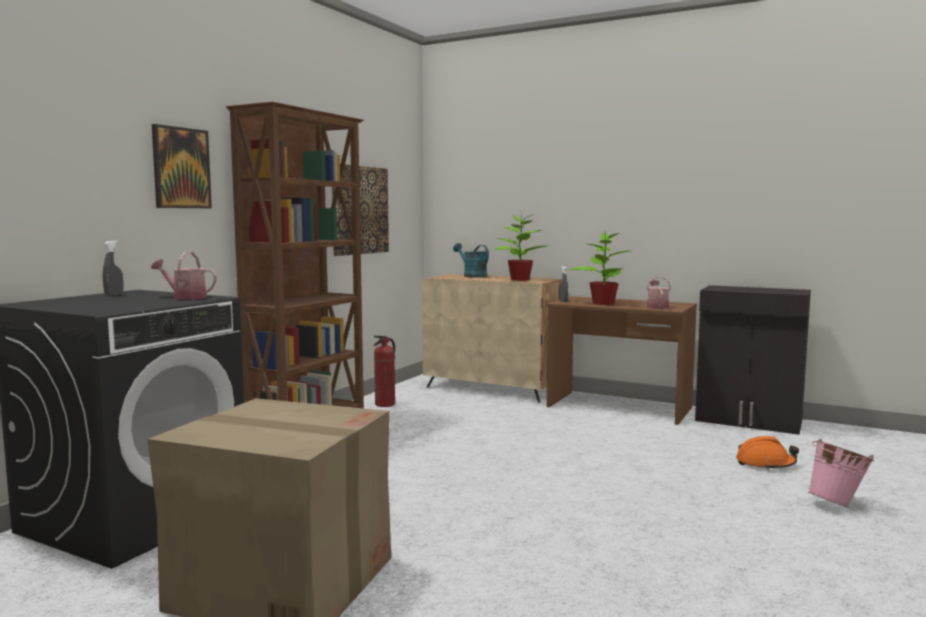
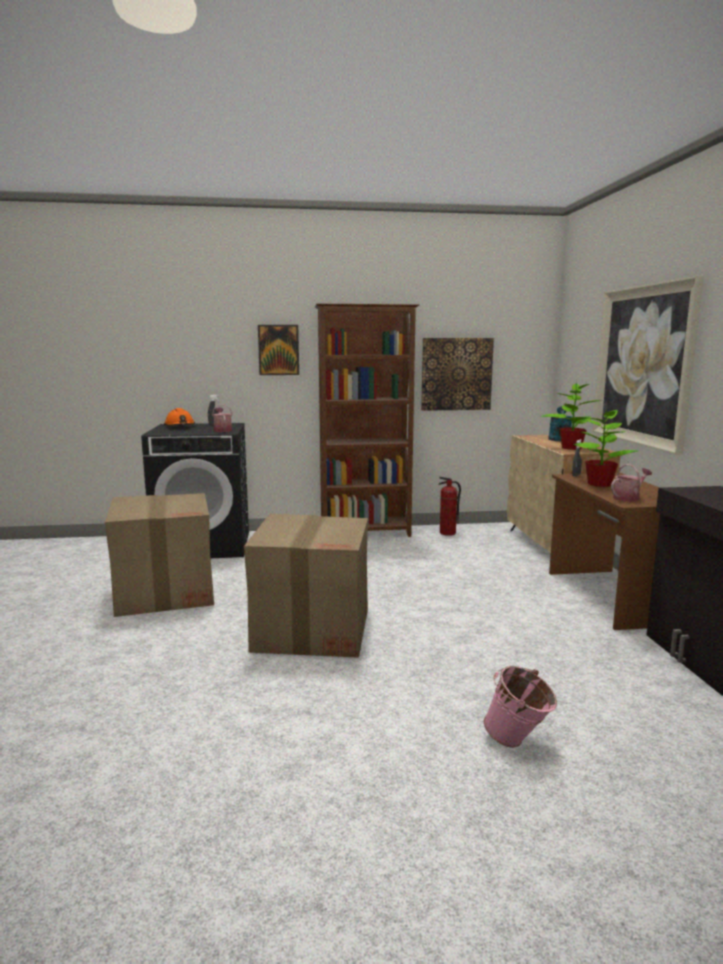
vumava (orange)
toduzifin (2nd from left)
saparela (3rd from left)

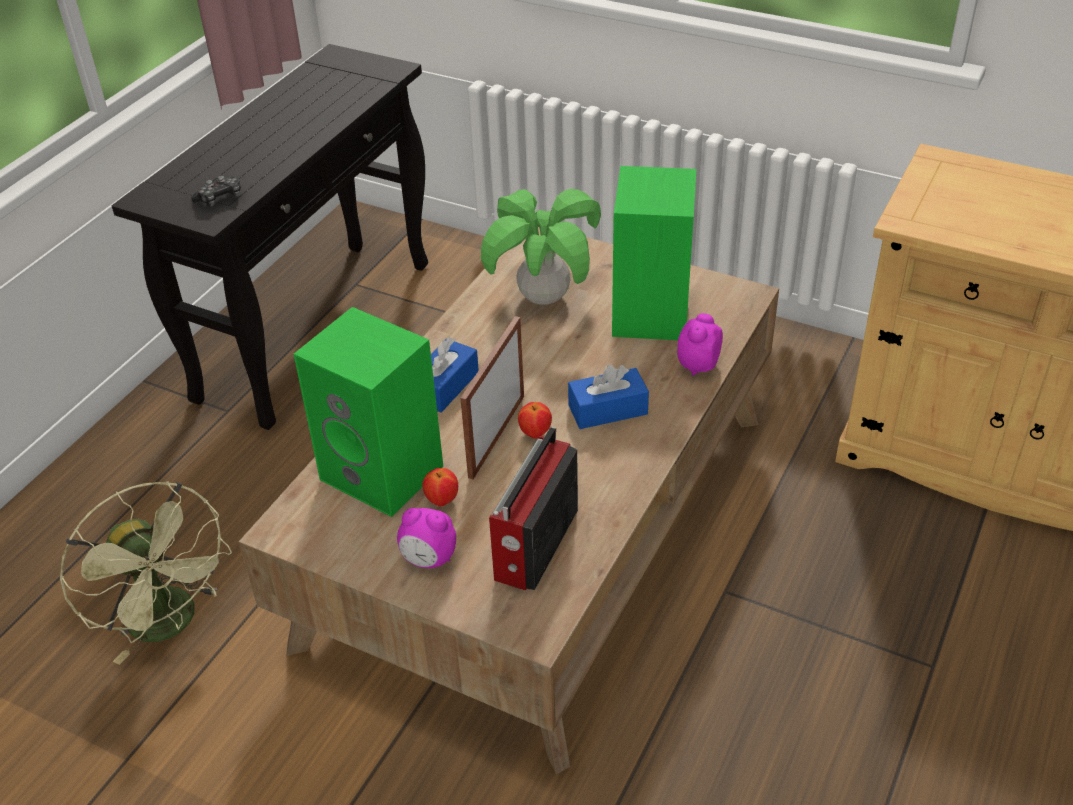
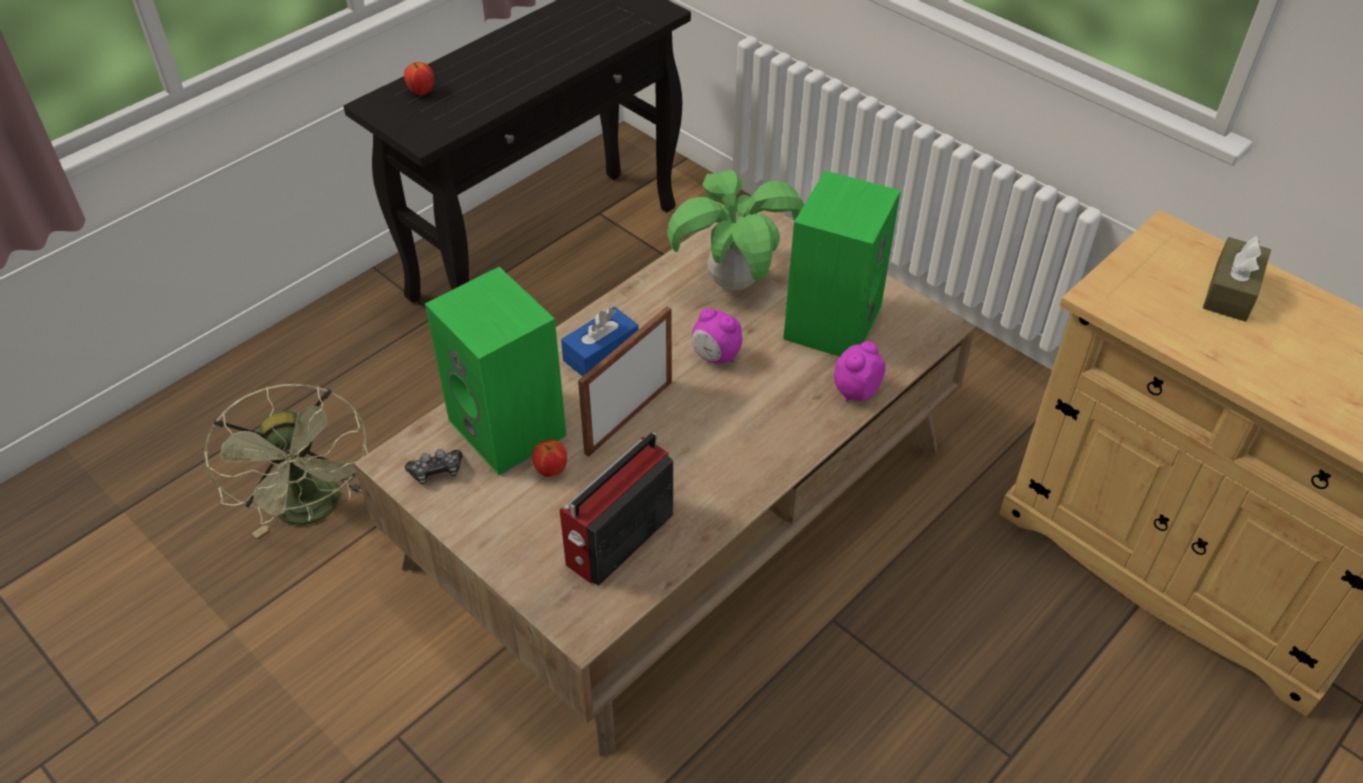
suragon
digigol (1st from left)
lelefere (1st from left)
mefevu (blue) (2nd from left in the first image)
mefevu (brown)

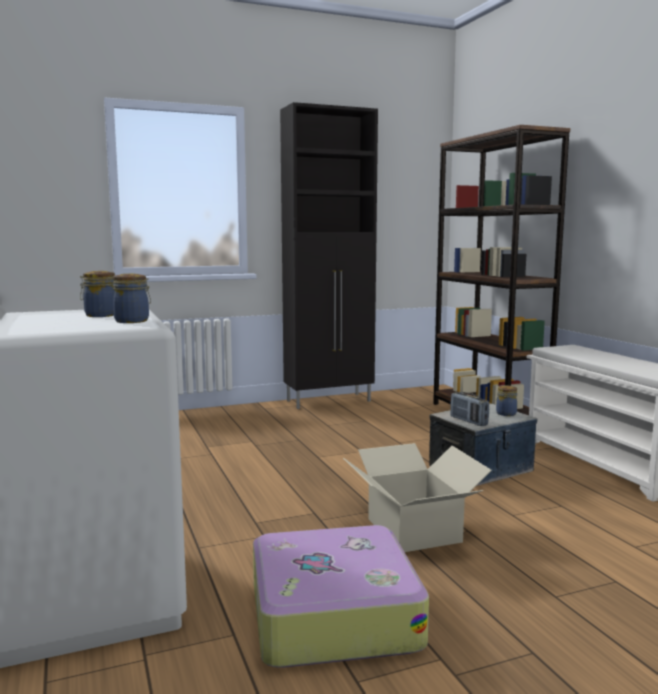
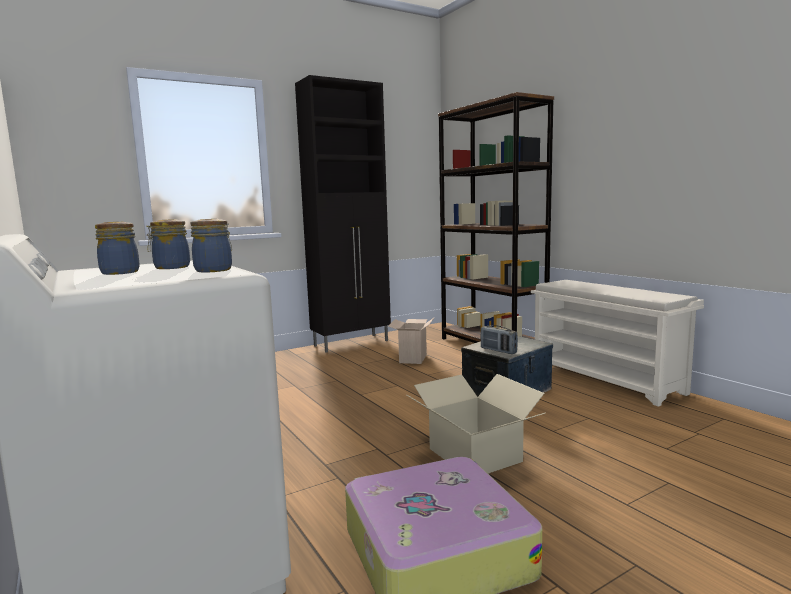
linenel (1st from left)
toduzifin (1st from left)

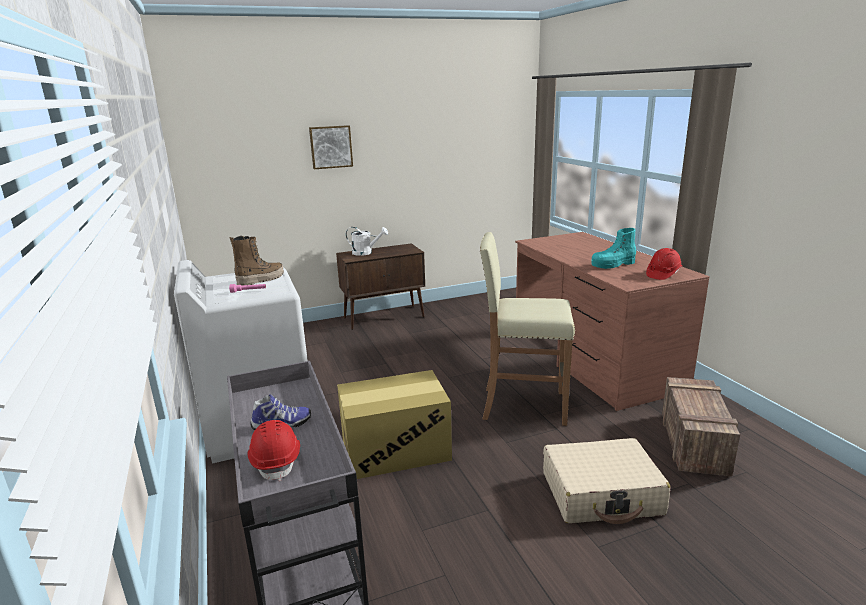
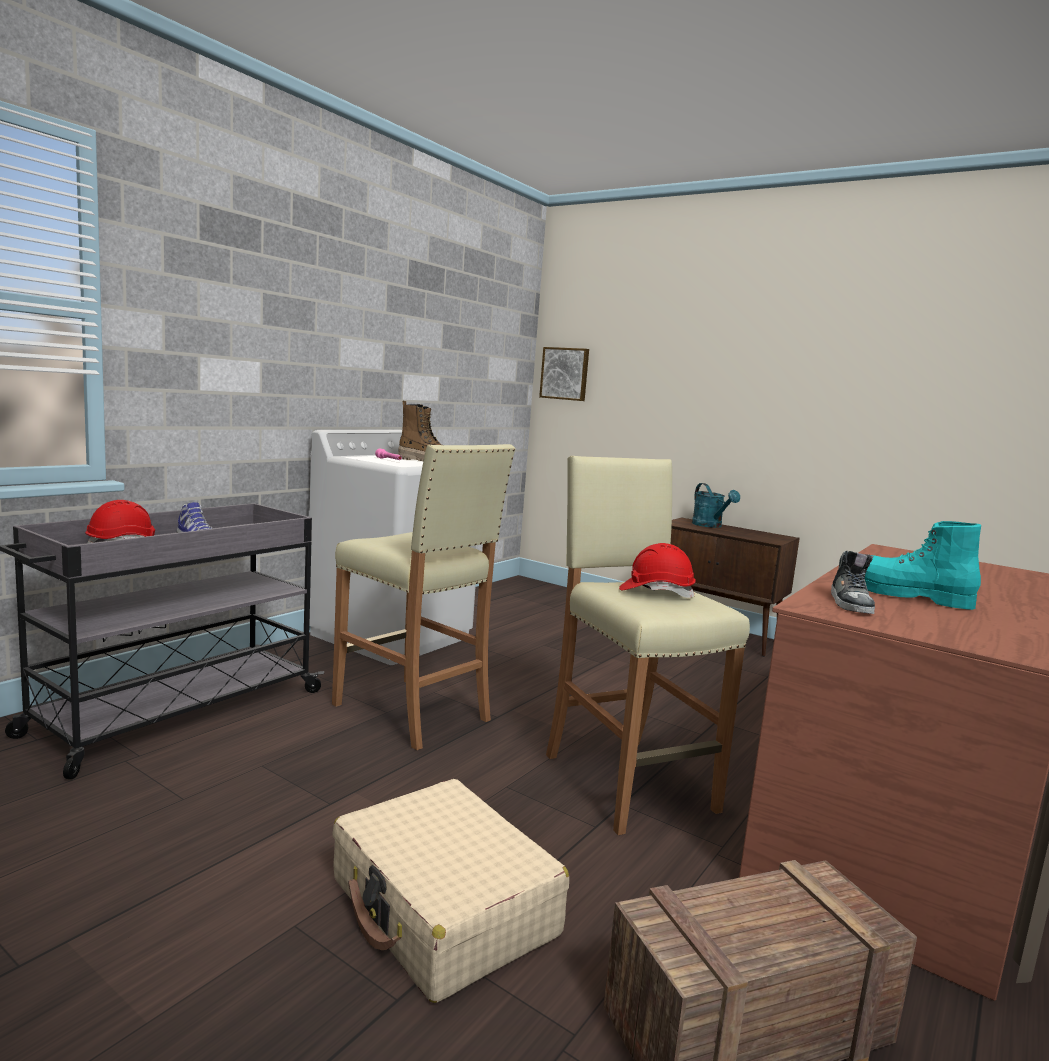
saparela
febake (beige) (1st from left)
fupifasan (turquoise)
vumava (red) (2nd from left)
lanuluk (2nd from left)

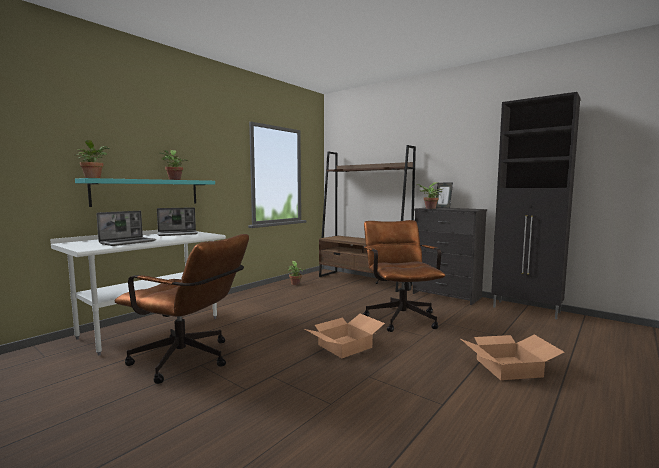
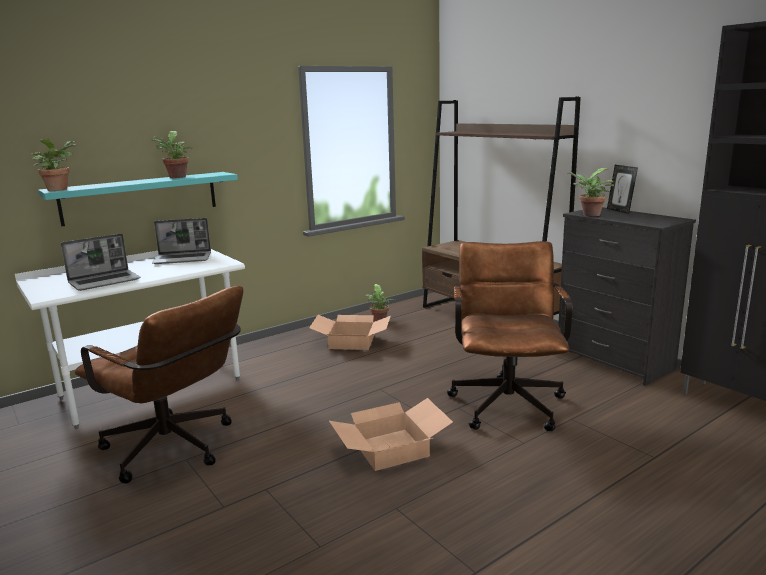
toduzifin (1st from left)

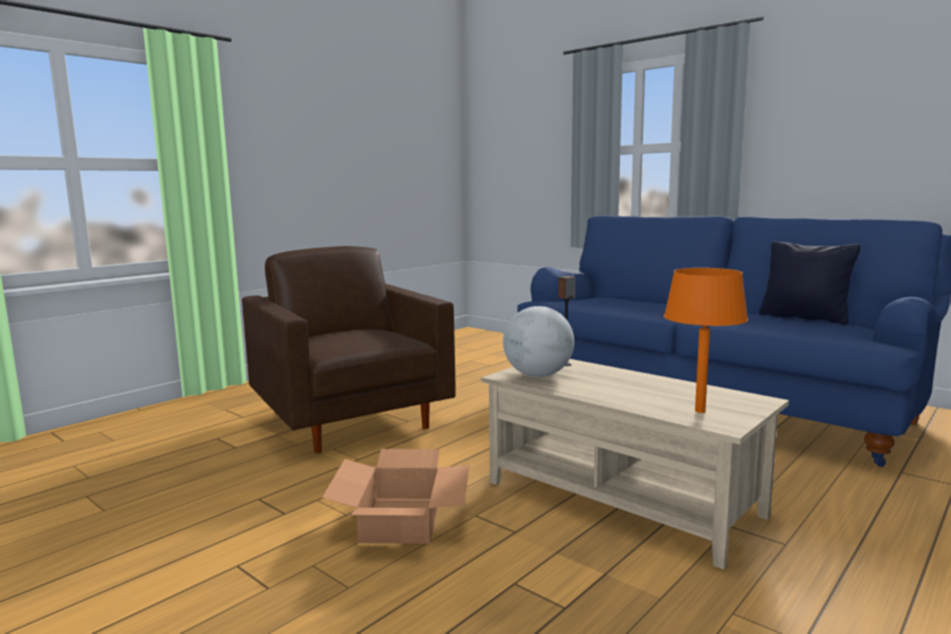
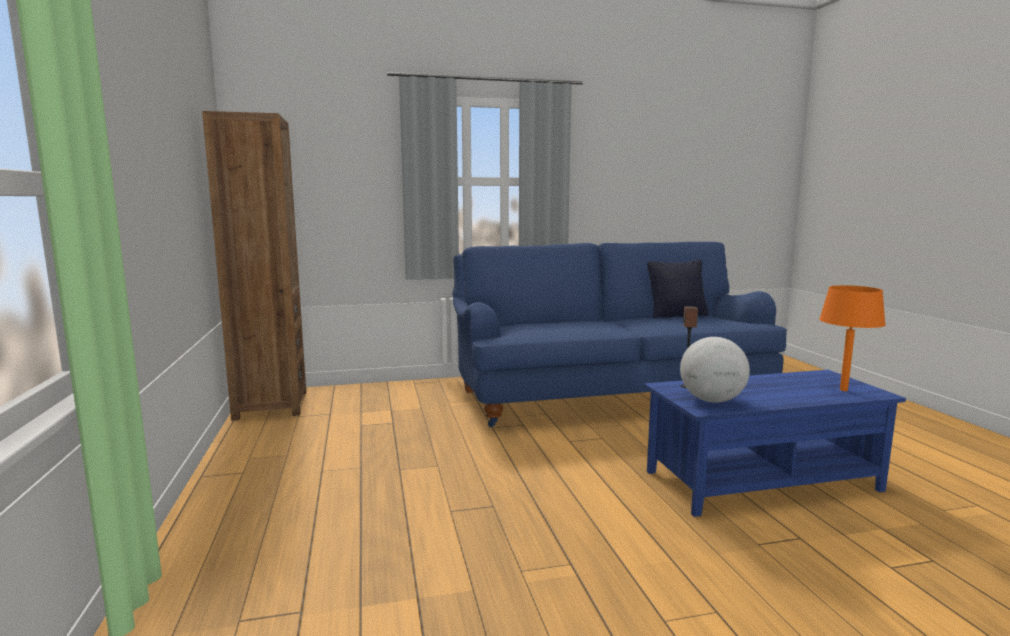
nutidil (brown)
toduzifin
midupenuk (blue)
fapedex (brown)

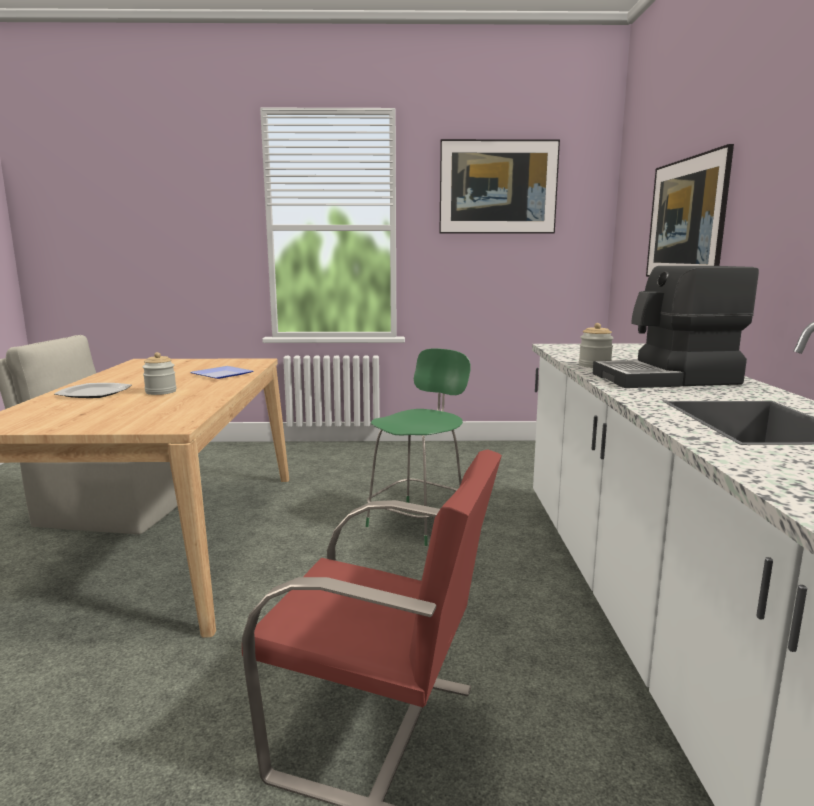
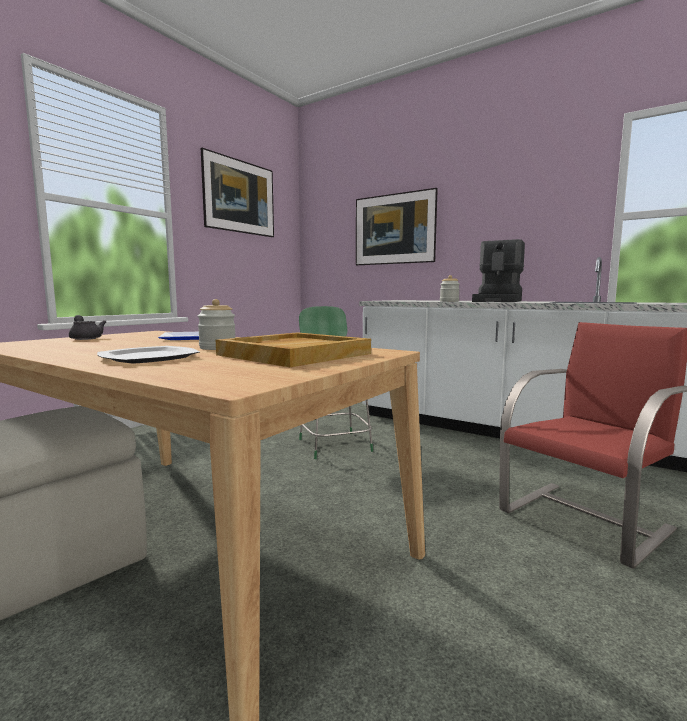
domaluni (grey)
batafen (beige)

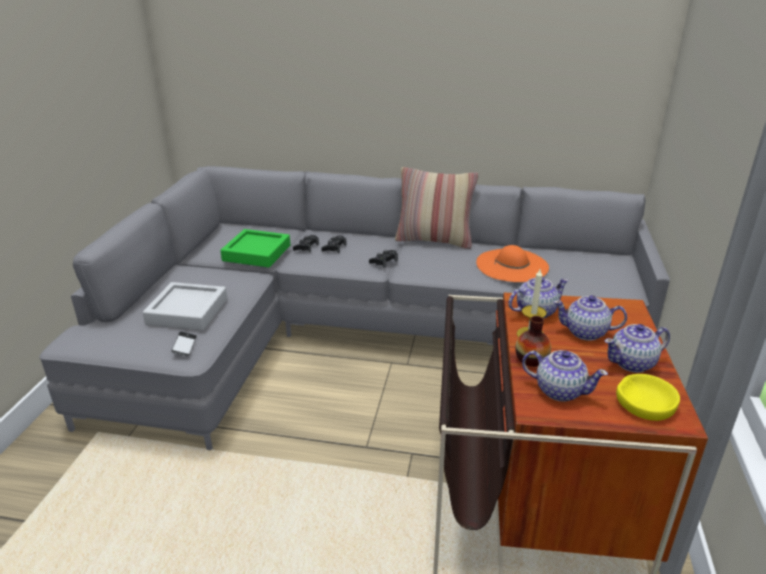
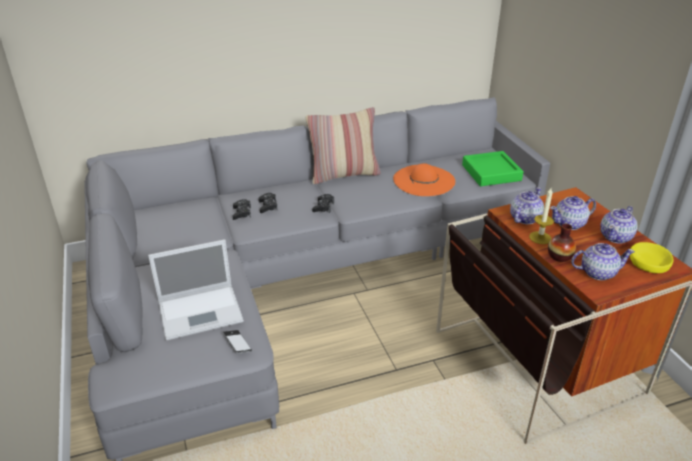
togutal
batafen (green)

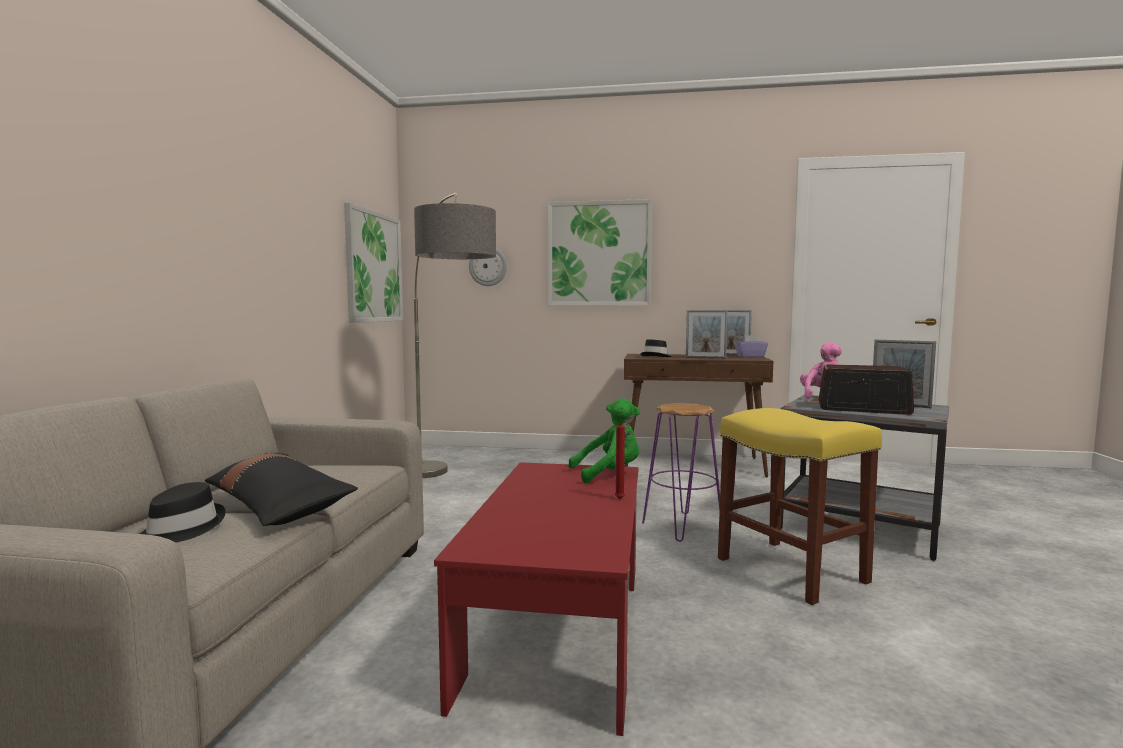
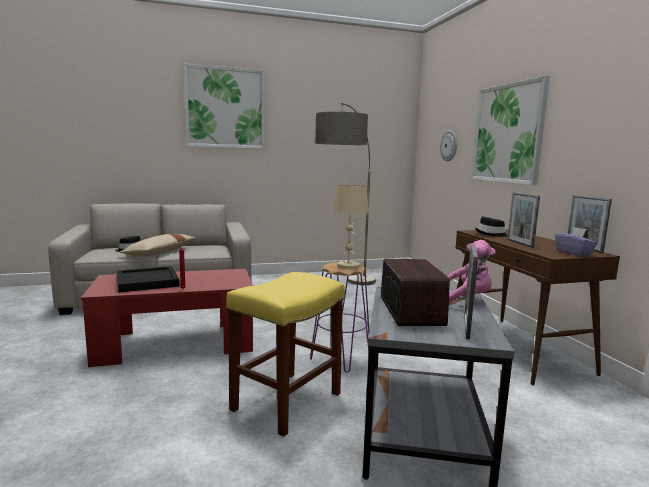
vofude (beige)
saparela (1st from left)
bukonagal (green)
batafen (black)
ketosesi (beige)

